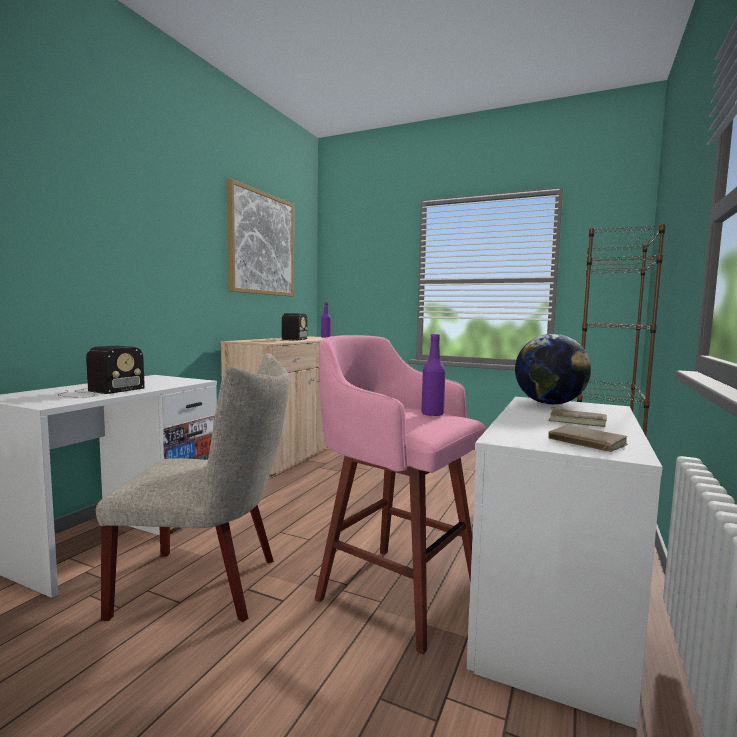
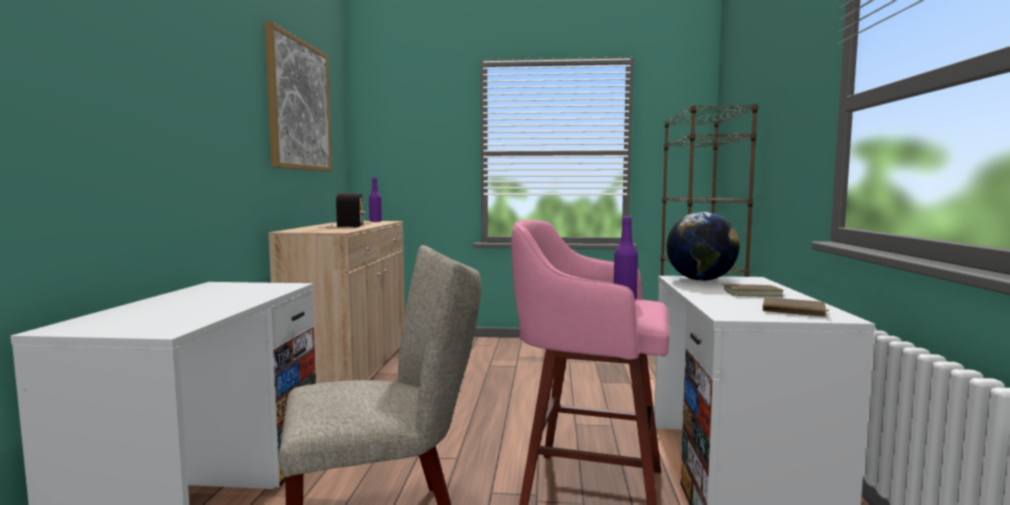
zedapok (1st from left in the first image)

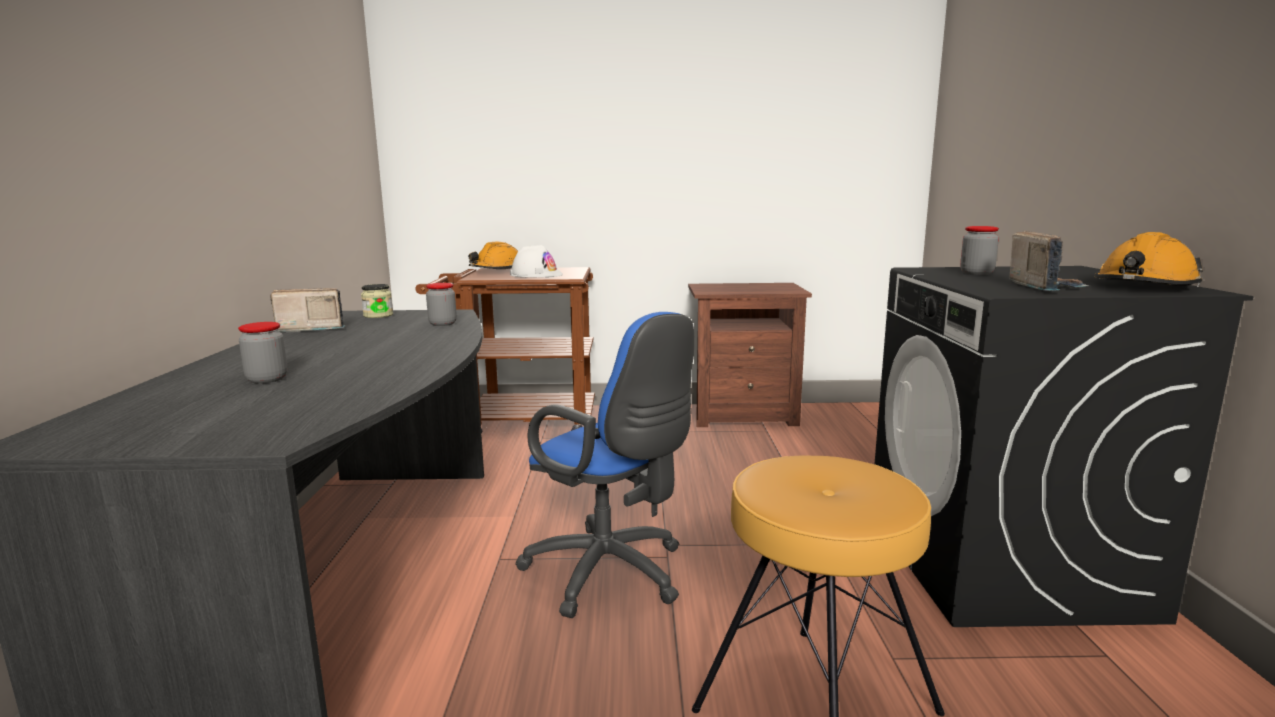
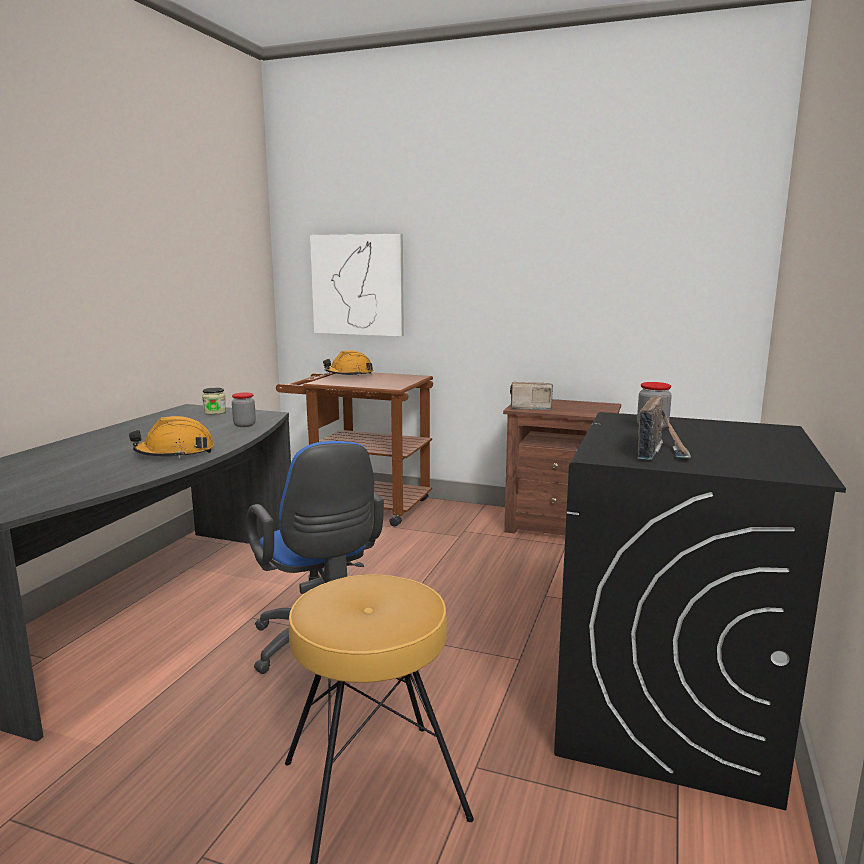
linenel (1st from left in the first image)
zedapok (1st from left)
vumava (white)
vumava (orange) (1st from left)
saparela

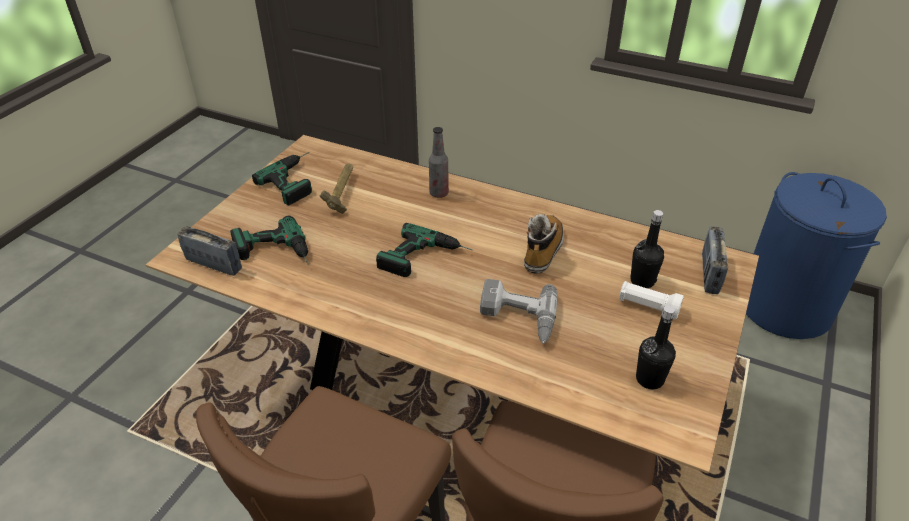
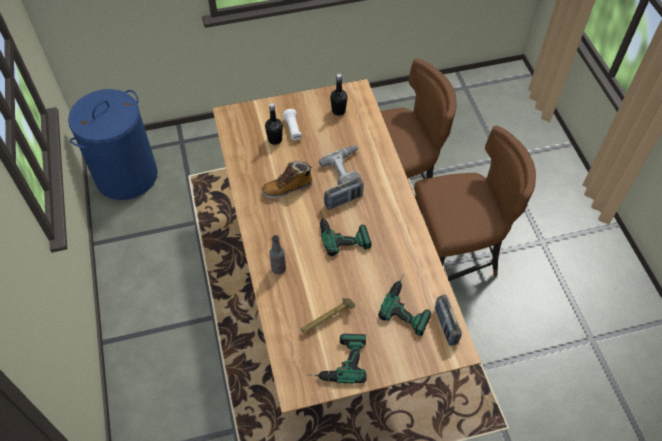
zedapok (1st from left)

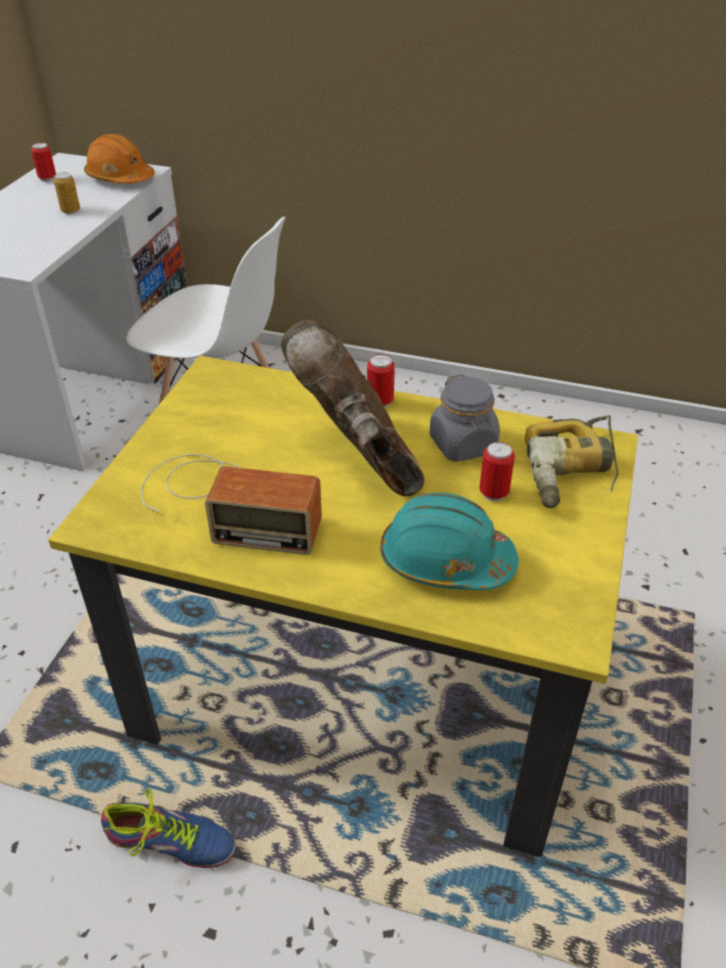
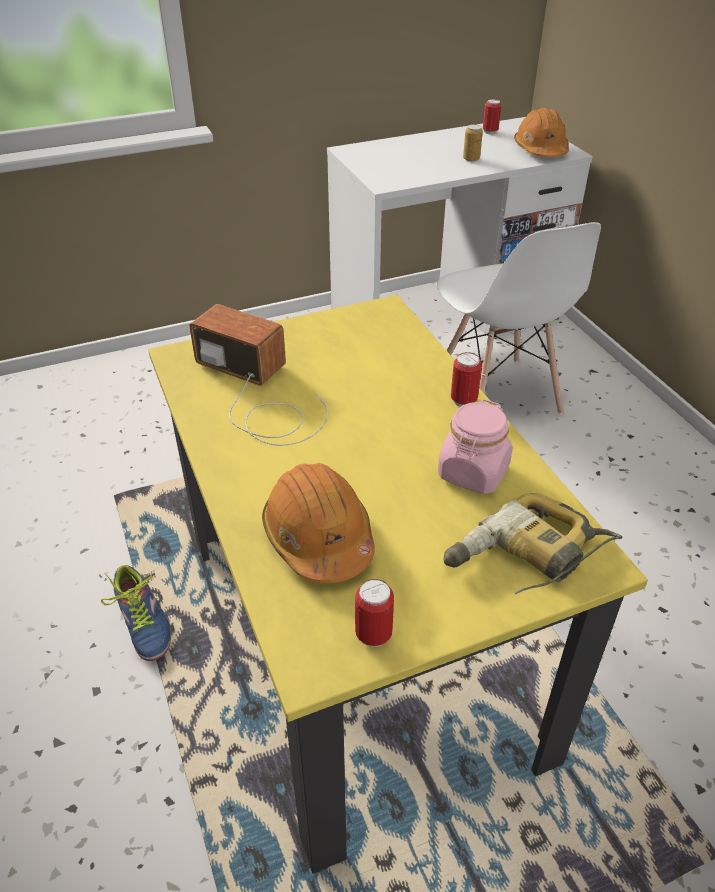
zedapok
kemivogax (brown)
vumava (orange) (1st from left)
linenel (pink)
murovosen (1st from left)

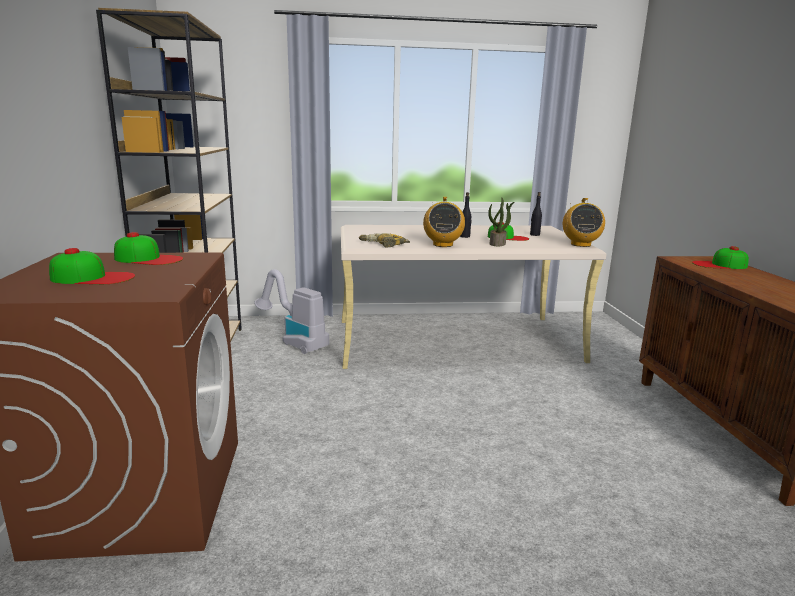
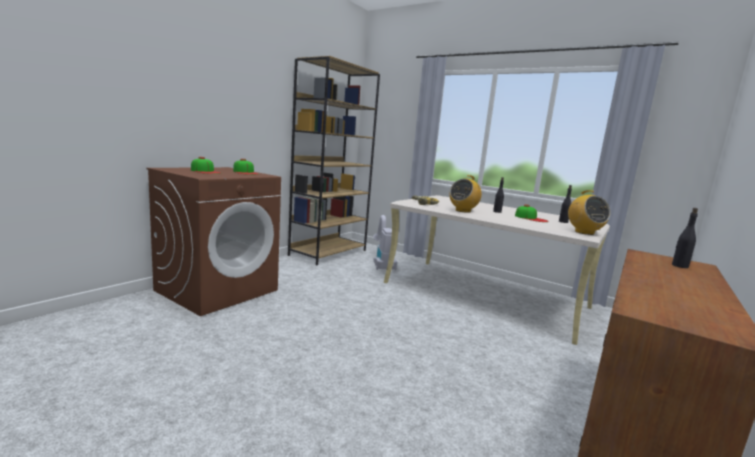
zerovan
zedapok (2nd from left)
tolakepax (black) (3rd from left)

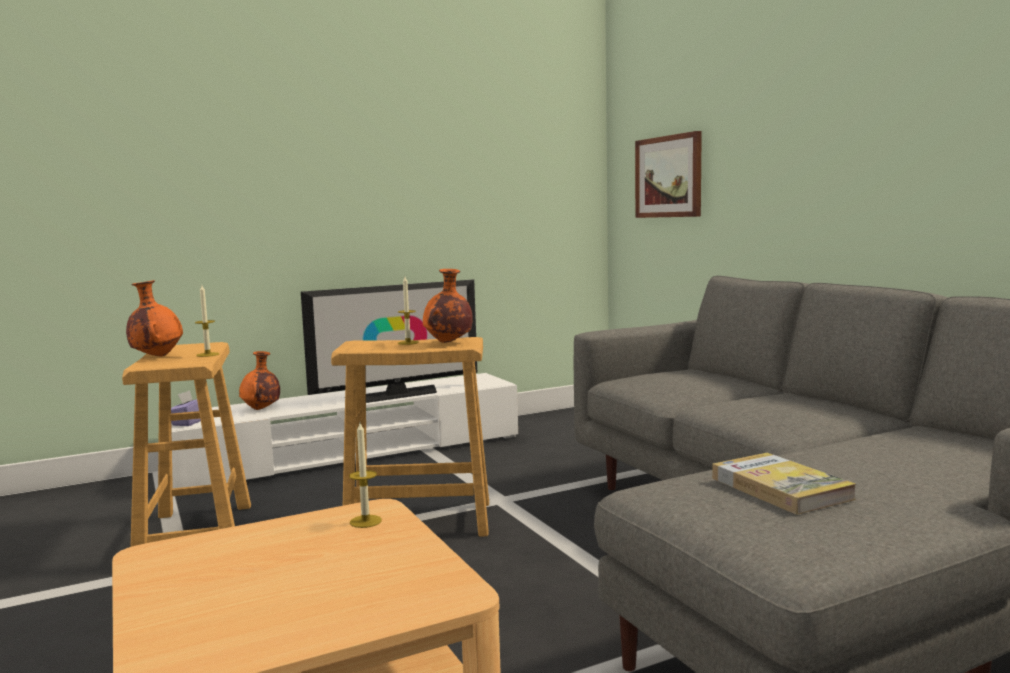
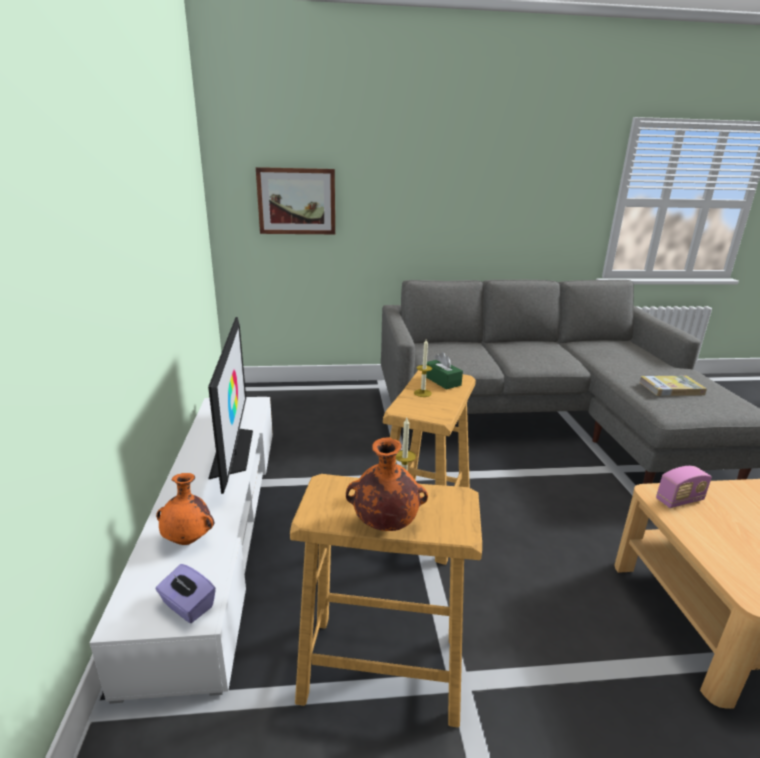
zedapok
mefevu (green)

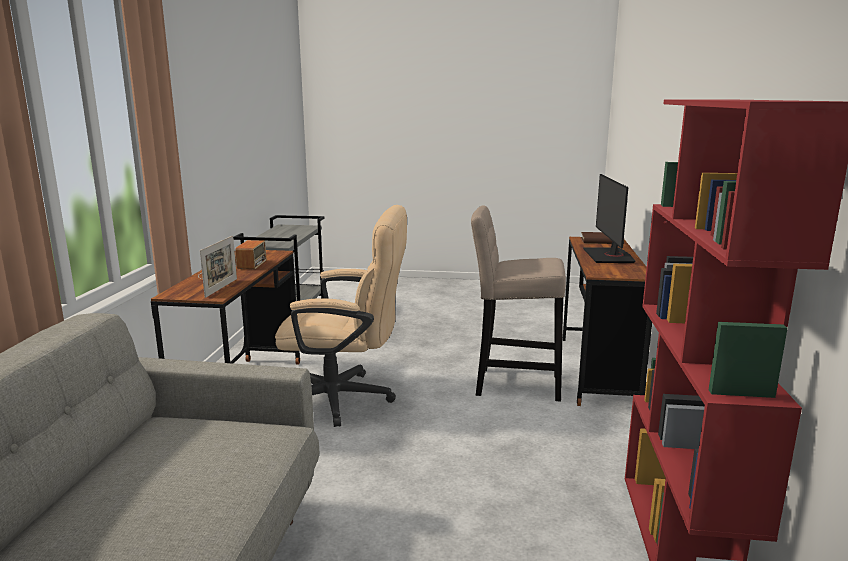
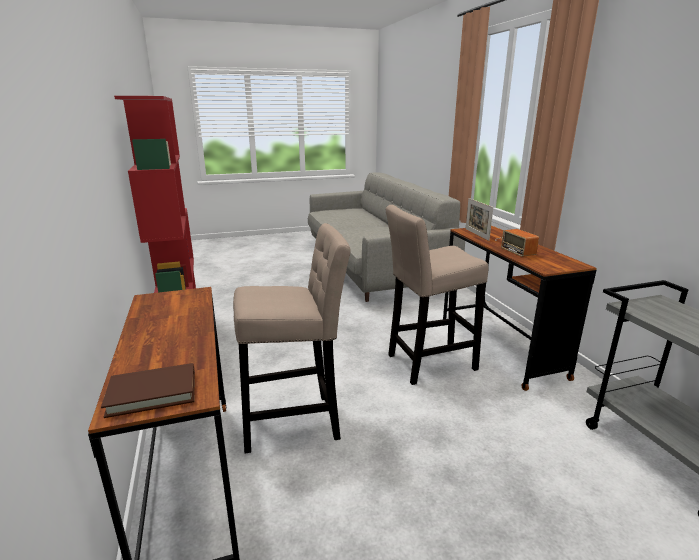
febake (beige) (2nd from left)
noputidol

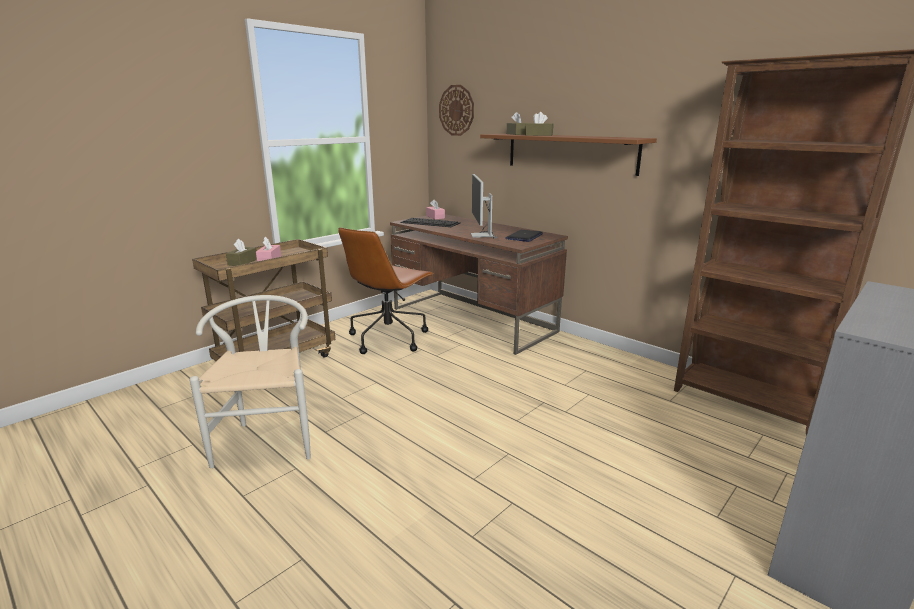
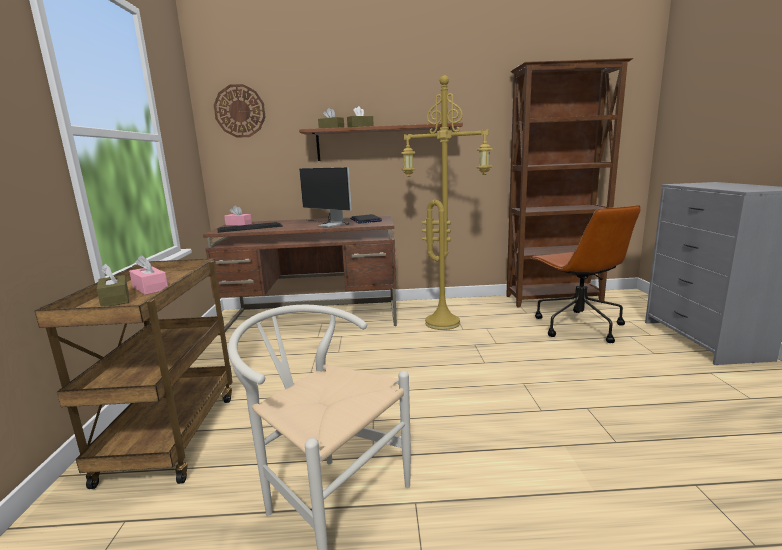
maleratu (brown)
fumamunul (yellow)

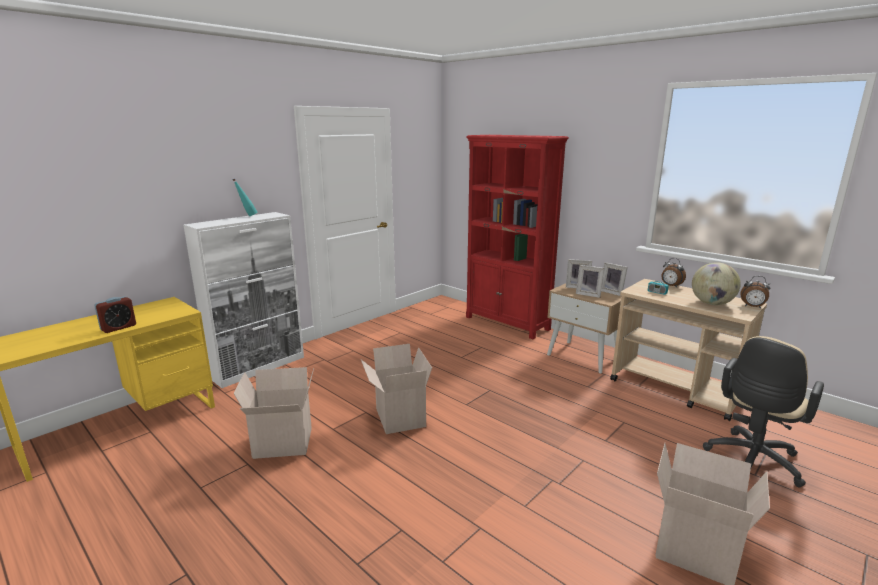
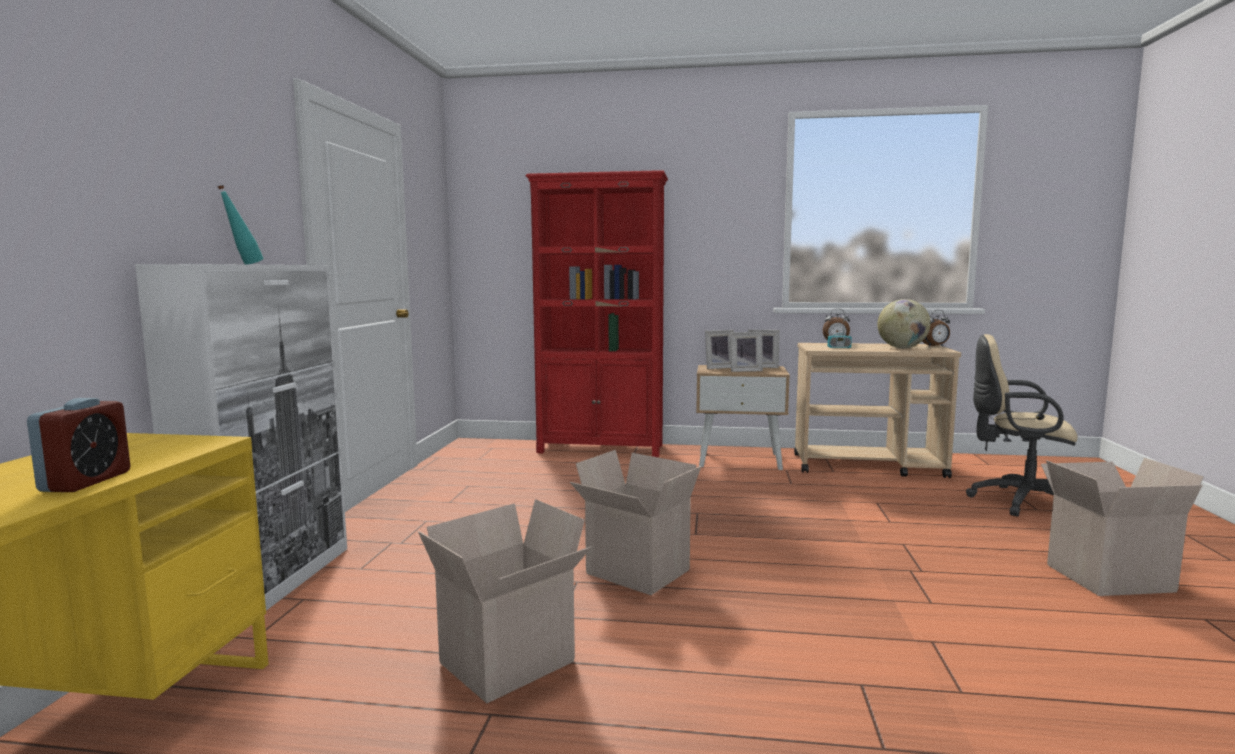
maleratu (beige)

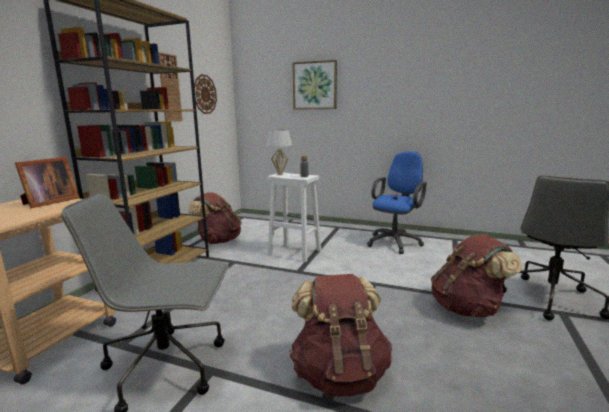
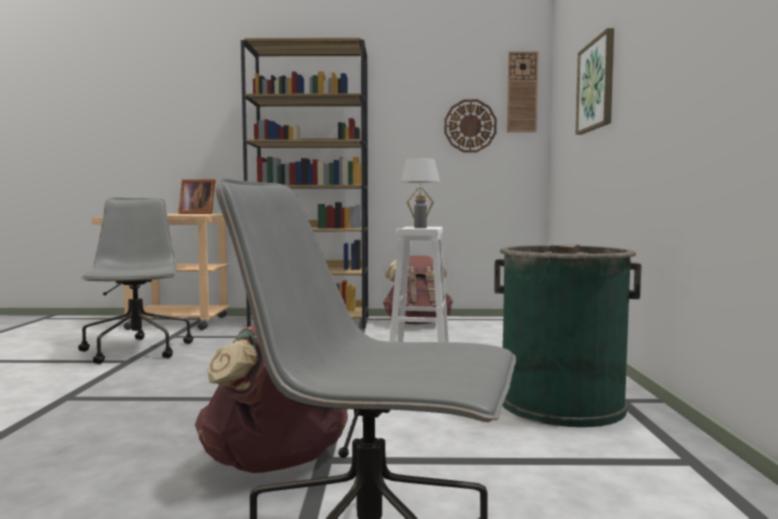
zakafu (2nd from left)
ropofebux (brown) (2nd from left in the first image)
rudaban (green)

